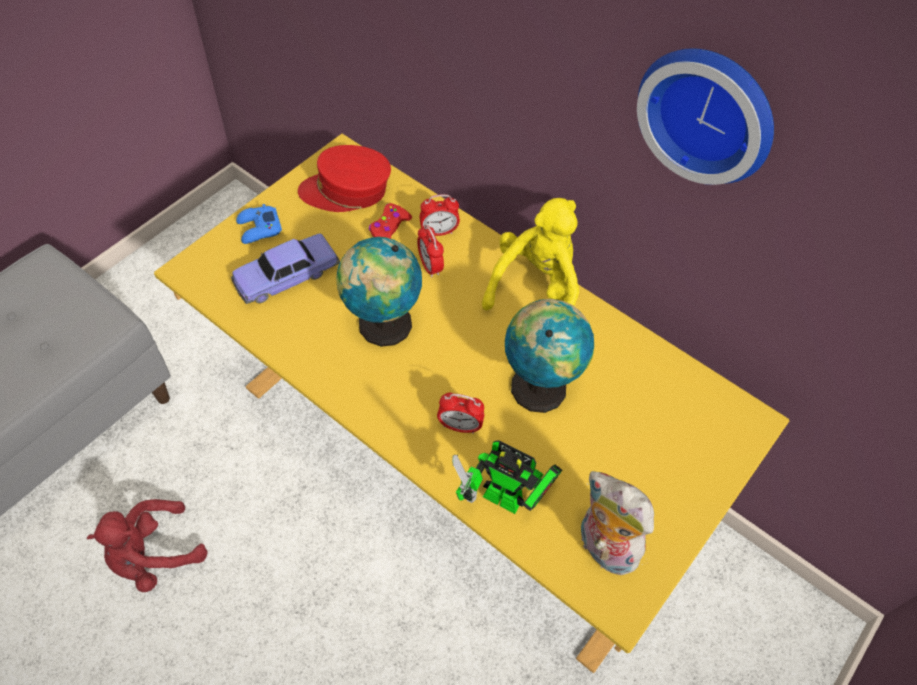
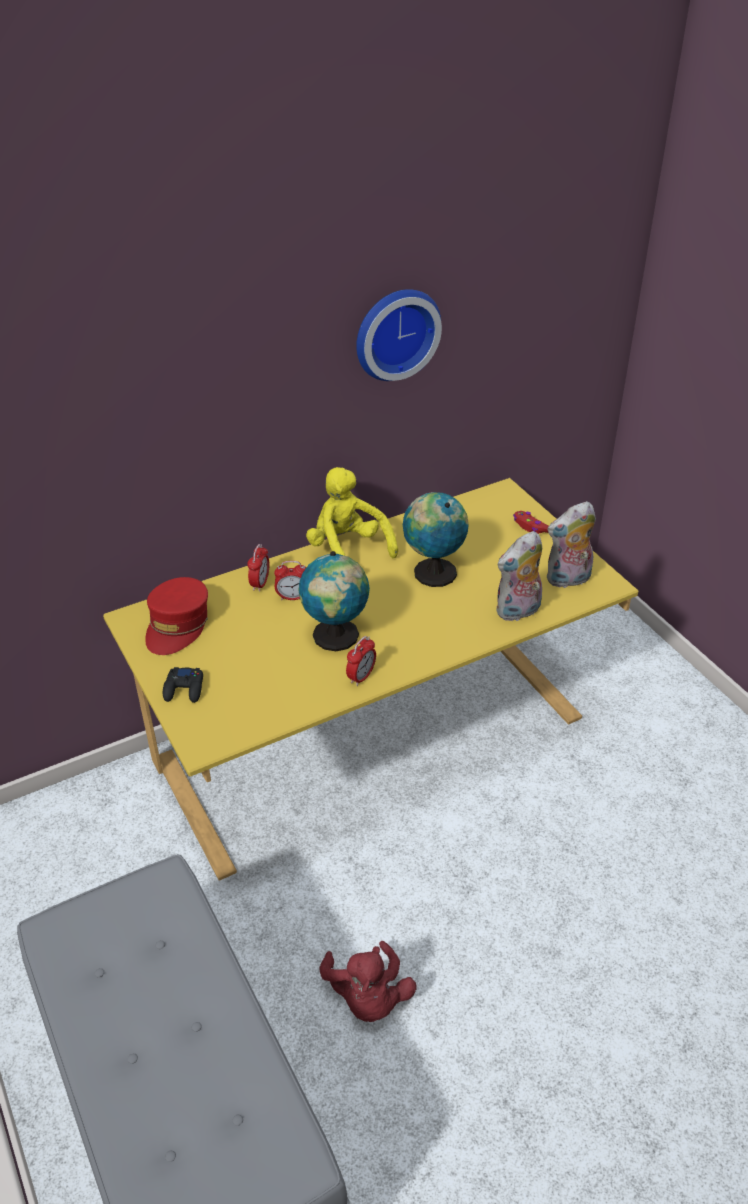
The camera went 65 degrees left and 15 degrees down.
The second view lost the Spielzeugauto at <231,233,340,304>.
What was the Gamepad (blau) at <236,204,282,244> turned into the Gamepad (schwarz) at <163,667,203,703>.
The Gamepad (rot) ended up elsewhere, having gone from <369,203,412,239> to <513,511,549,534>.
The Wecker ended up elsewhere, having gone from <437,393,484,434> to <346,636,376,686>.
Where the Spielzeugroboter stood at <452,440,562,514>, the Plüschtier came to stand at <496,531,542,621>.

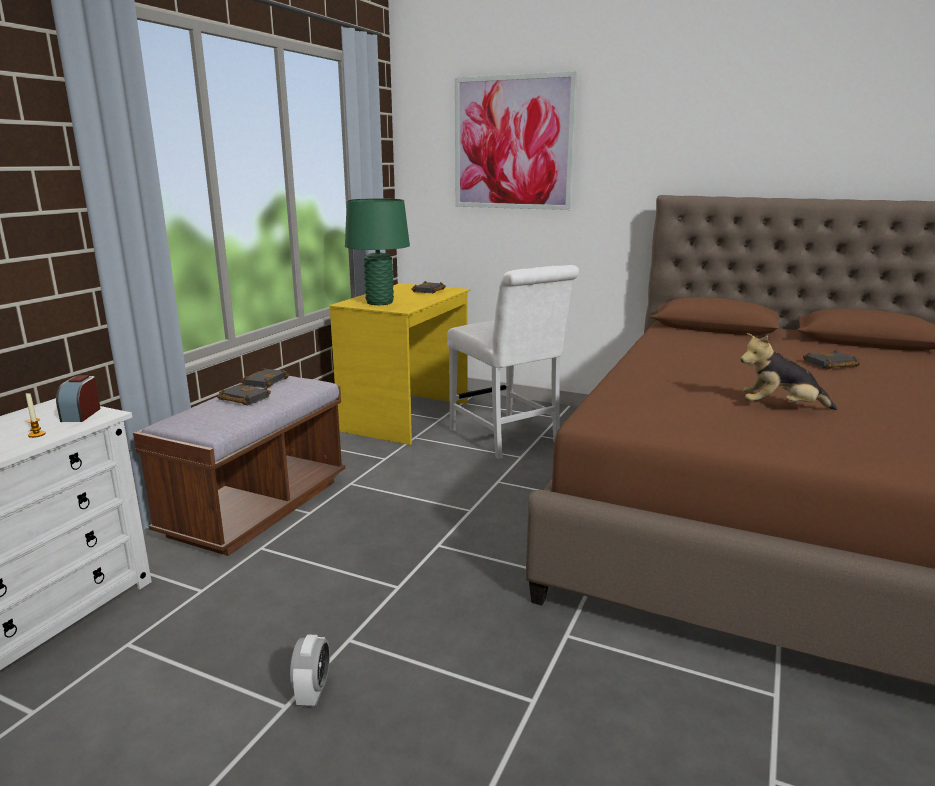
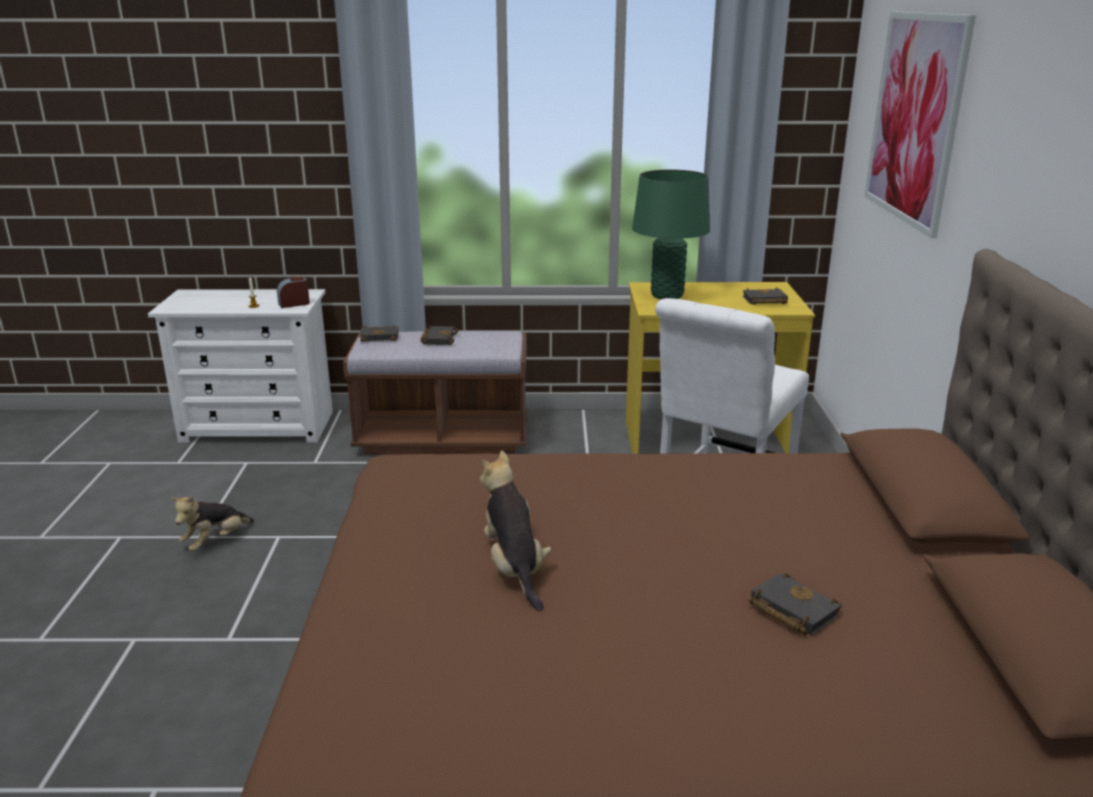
The camera went 65 degrees right and 5 degrees up.
The Buch (schwarz) ended up elsewhere, having gone from <241,368,289,388> to <360,325,398,342>.
Where the Wecker stood at <290,634,330,706>, the Plüschtier came to stand at <170,496,254,551>.

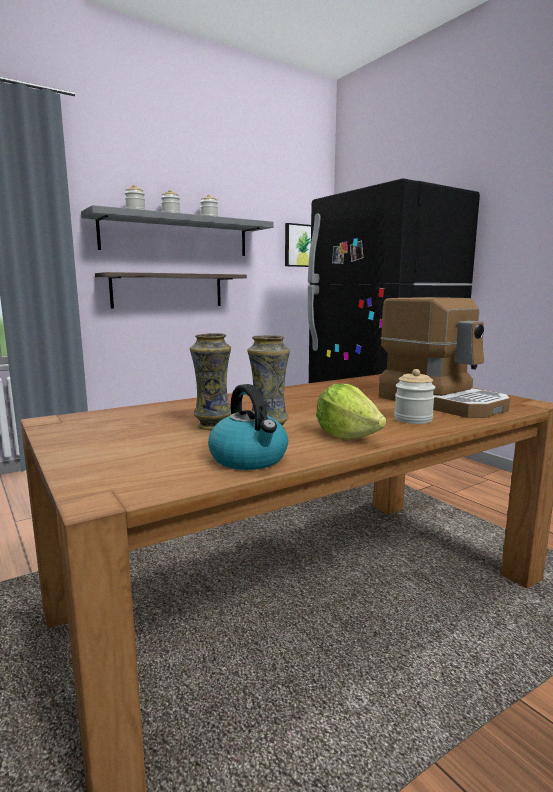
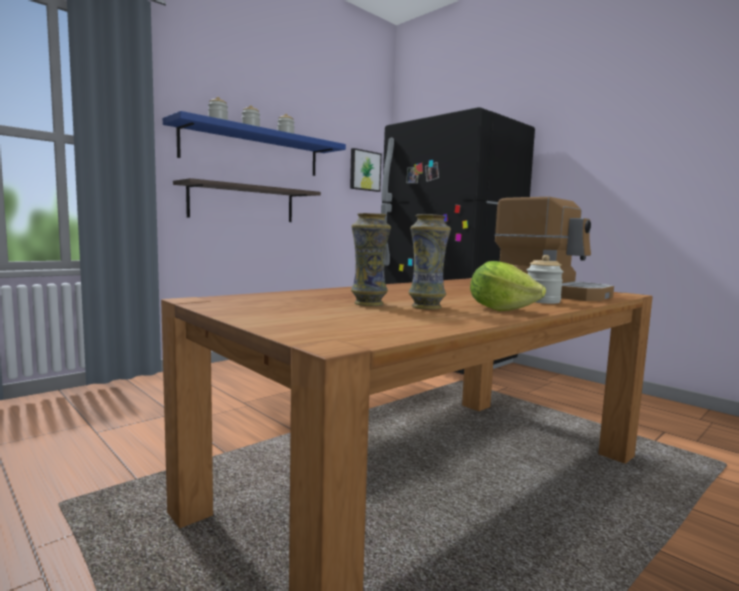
The camera went 10 degrees left and 5 degrees down.
What was the Wandregal (grau) at <81,205,274,256> turned into the Wandregal (blau) at <163,111,346,176>.
The second view lost the Wasserkessel at <208,384,288,470>.

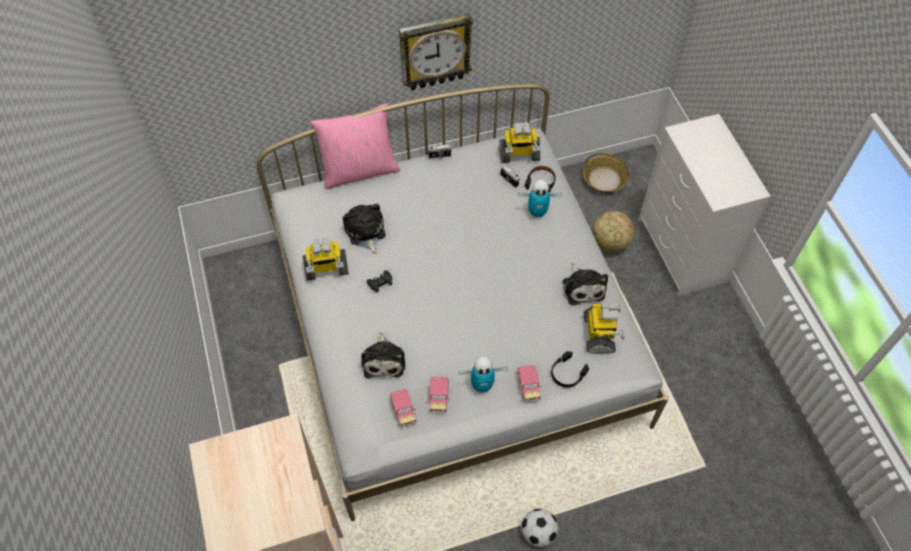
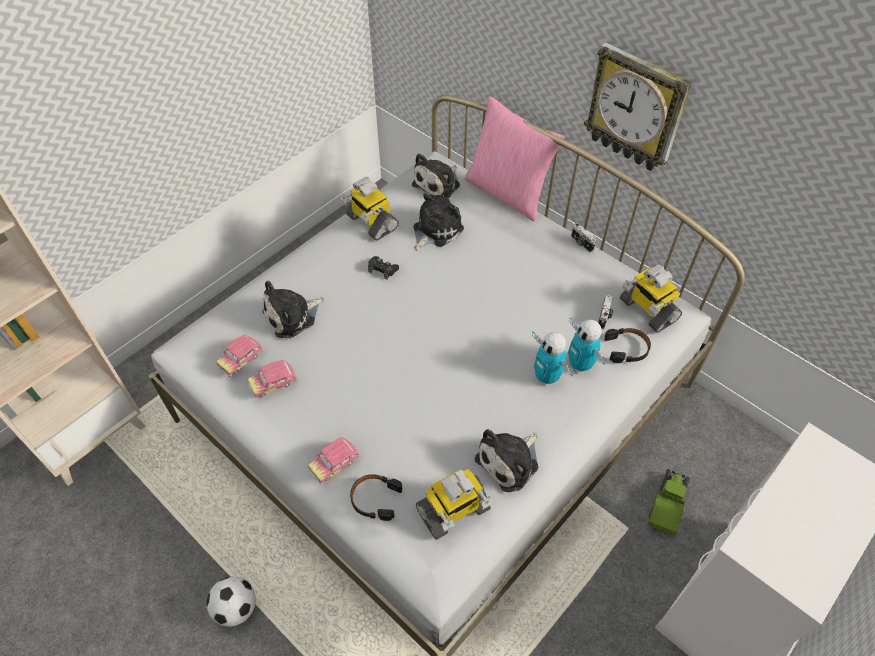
The camera went 60 degrees right and 5 degrees down.
The Spielzeugroboter ended up elsewhere, having gone from <459,356,508,392> to <532,332,574,386>.
The second view lost the Korb at <583,153,629,193>.
Where the Globus stood at <591,211,634,253>, the Spielzeuglaster came to stand at <648,469,690,535>.
The second view gained the Plüschtier at <412,153,460,199>.

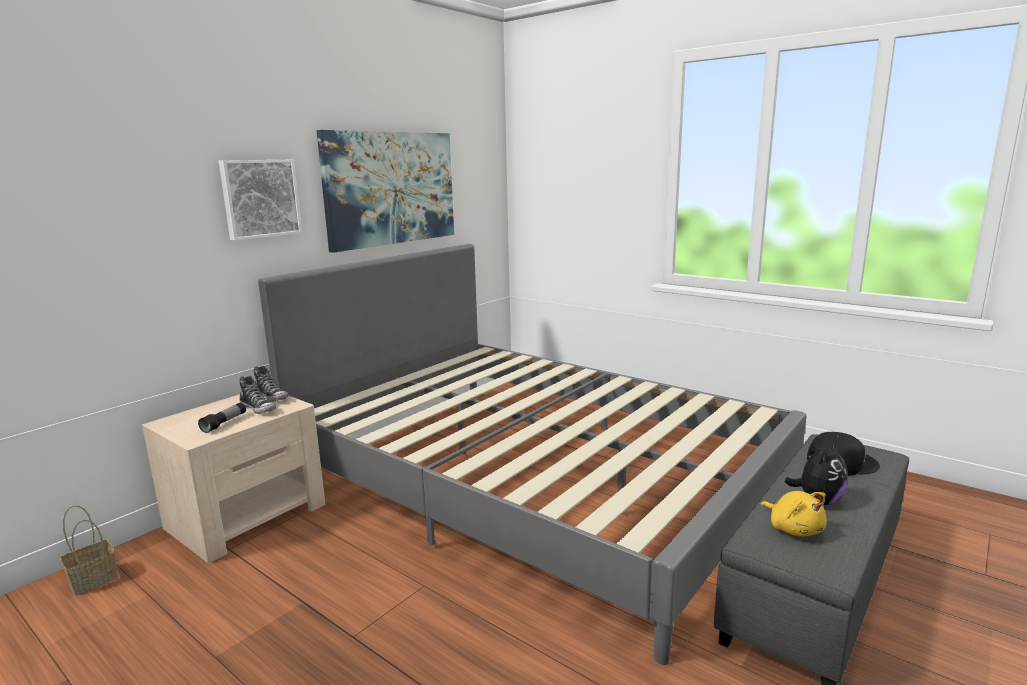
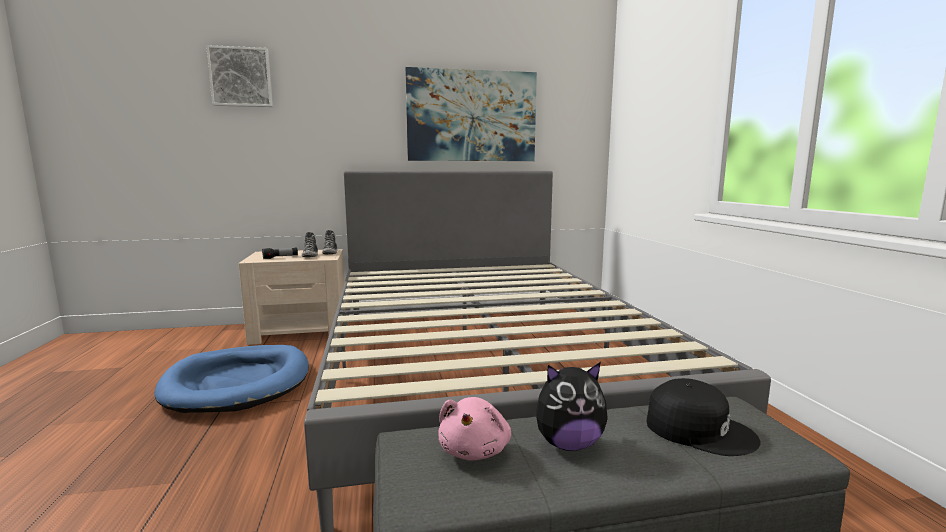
The camera went 40 degrees right and 5 degrees down.
The second view lost the Korb at <60,505,118,595>.
The Bild ended up elsewhere, having gone from <219,160,302,241> to <206,45,273,107>.
What was the Plüschtier (gelb) at <760,491,827,536> turned into the Plüschtier (rosa) at <438,397,511,460>.
The second view gained the Hundebett (blau) at <154,345,309,413>.

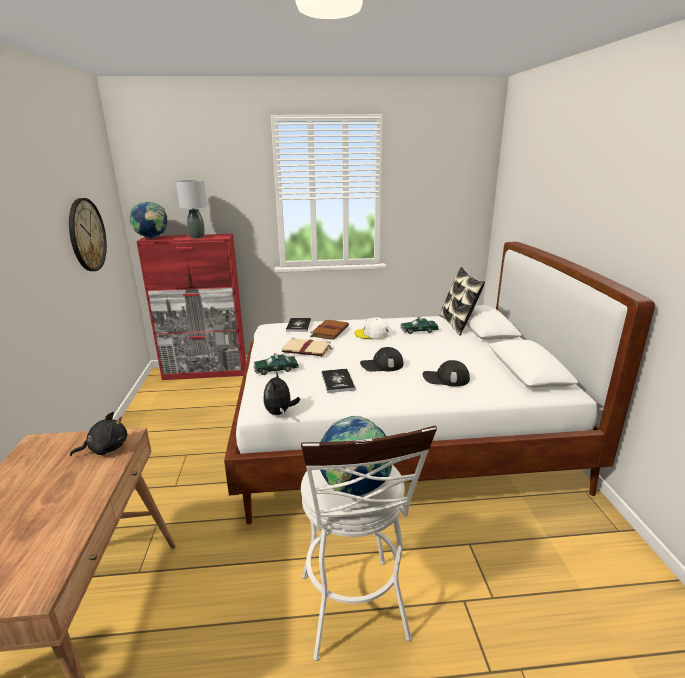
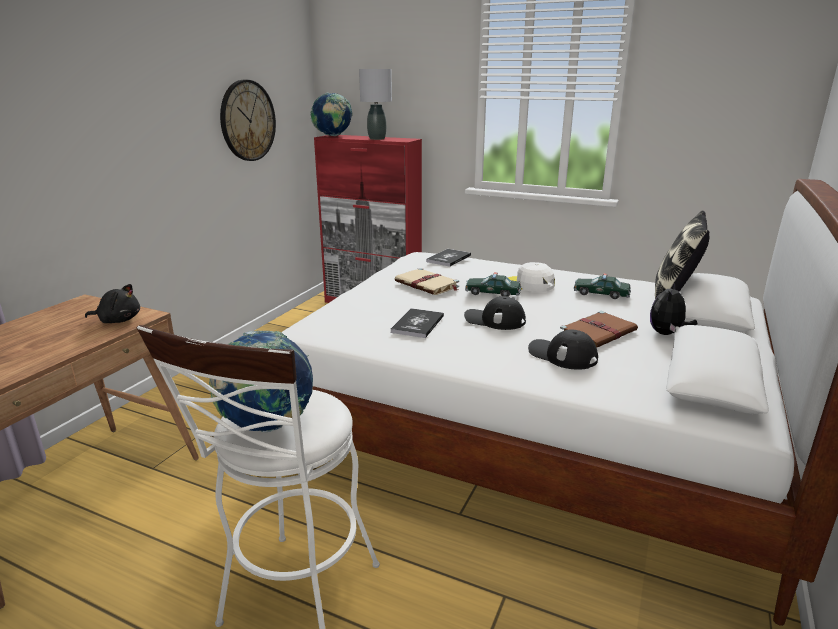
The camera went 30 degrees right and 0 degrees up.
The Spielzeugauto ended up elsewhere, having gone from <254,353,299,375> to <465,272,521,297>.
The Plüschtier ended up elsewhere, having gone from <263,371,300,415> to <650,282,697,335>.
The Buch (braun) ended up elsewhere, having gone from <310,319,349,340> to <559,311,638,348>.

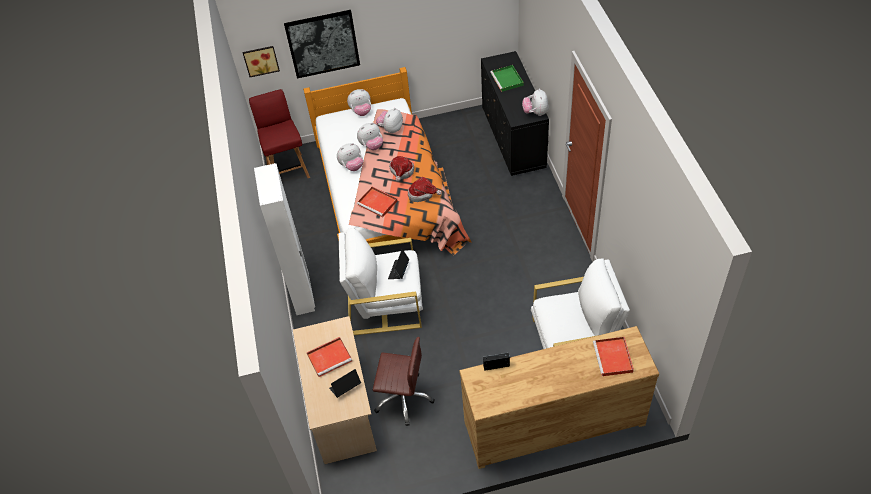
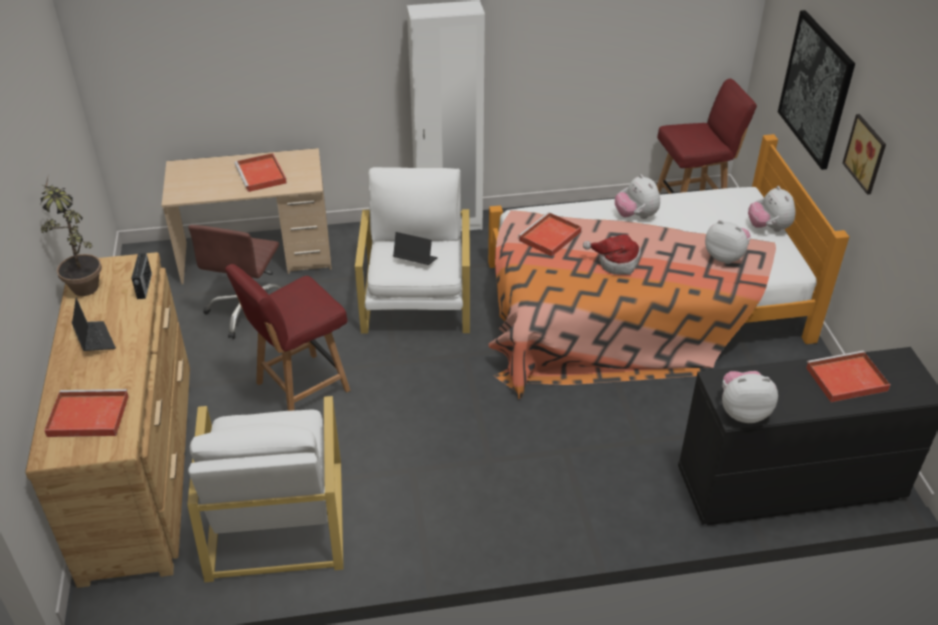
The camera went 90 degrees right and 10 degrees down.
The Bild ended up elsewhere, having gone from <242,46,280,77> to <843,114,886,195>.
The Laptop ended up elsewhere, having gone from <329,369,361,398> to <72,298,116,351>.
The second view lost the Plüschtier at <357,123,383,150>.
The second view lost the Hut at <408,177,442,202>.
What was the Tablett (grün) at <490,65,524,92> turned into the Tablett (rot) at <806,350,890,402>.
The second view gained the Topfpflanze at <40,178,102,296>.
The second view gained the Stuhl (rot) at <225,264,350,411>.

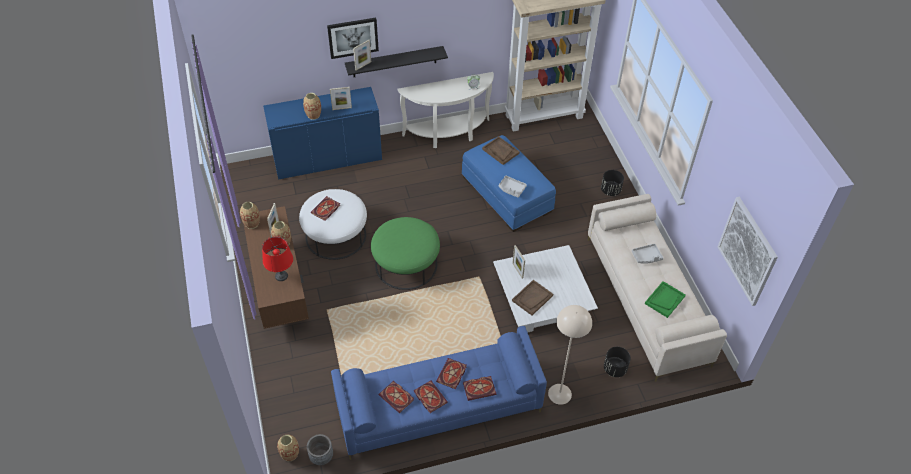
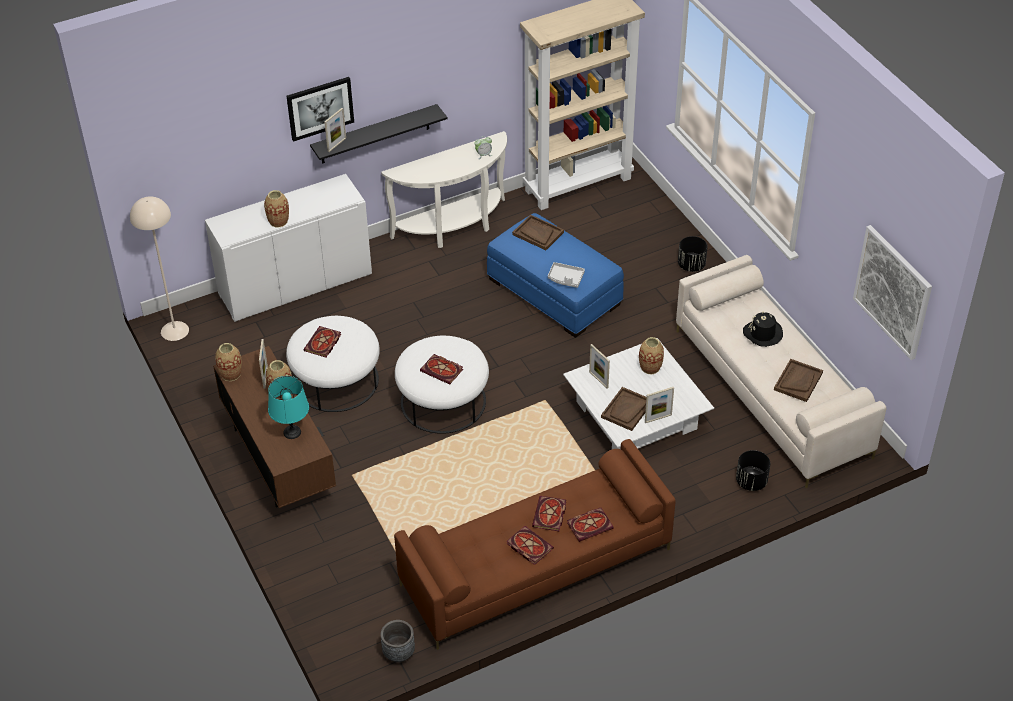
The camera went 10 degrees left and 5 degrees down.
What was the Tischlampe (rot) at <262,236,293,281> turned into the Tischlampe (türkis) at <268,376,309,439>.
What was the Schrank (blau) at <263,87,382,180> turned into the Schrank (weiß) at <205,174,372,322>.
The Vase ended up elsewhere, having gone from <277,435,299,461> to <639,337,664,375>.
The Bilderrahmen ended up elsewhere, having gone from <330,87,352,110> to <645,387,674,423>.
What was the Sofa (blau) at <331,326,547,460> turned into the Sofa (braun) at <394,439,676,650>.
What was the Polsterhocker (grün) at <371,217,440,290> turned into the Polsterhocker (weiß) at <395,336,489,434>.
The Buch ended up elsewhere, having gone from <379,381,414,413> to <420,354,463,384>.
The Stehlampe (beige) ended up elsewhere, having gone from <548,305,592,405> to <130,196,189,341>.
Where the Tablett (grau) stood at <632,244,663,264>, the Hut (schwarz) came to stand at <743,311,783,347>.
What was the Tablett (grün) at <645,281,686,318> turned into the Tablett (braun) at <774,359,823,402>.

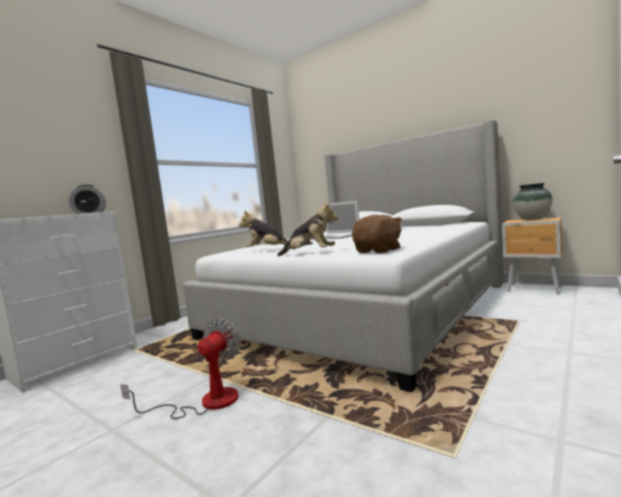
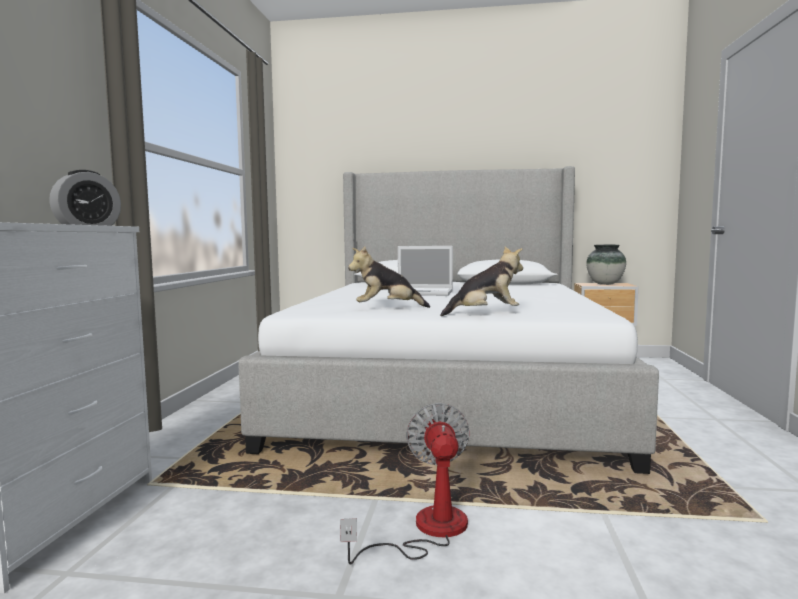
The camera went 30 degrees left and 0 degrees up.
The second view lost the Plüschtier (braun) at <352,215,402,253>.

